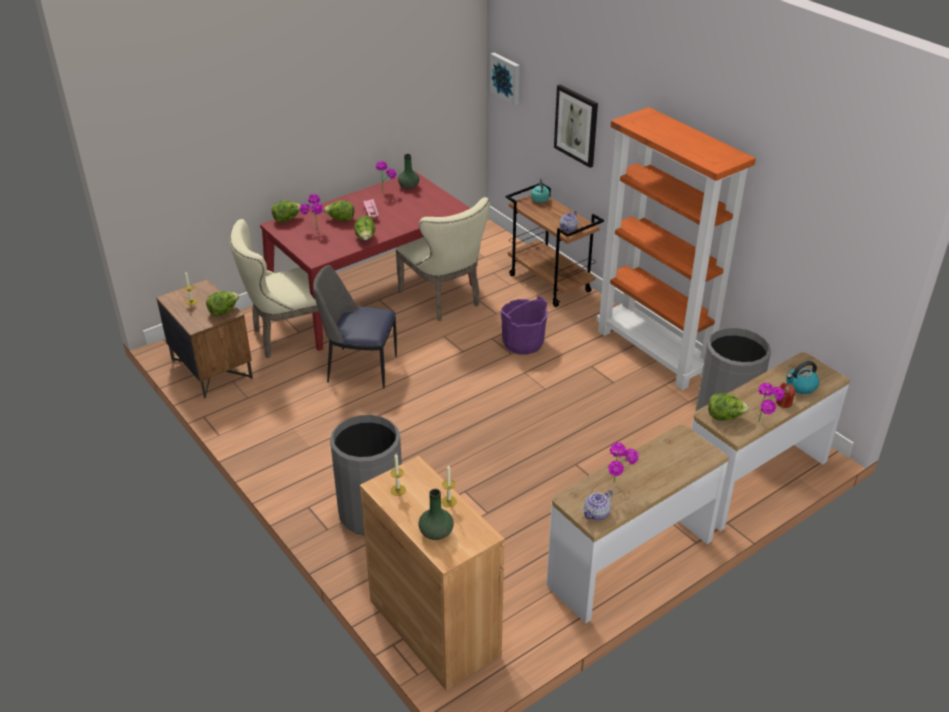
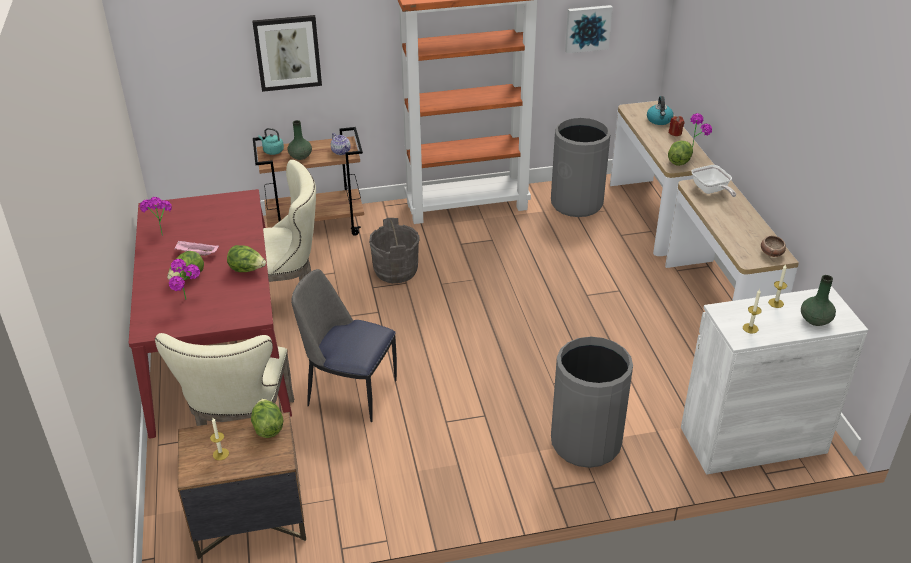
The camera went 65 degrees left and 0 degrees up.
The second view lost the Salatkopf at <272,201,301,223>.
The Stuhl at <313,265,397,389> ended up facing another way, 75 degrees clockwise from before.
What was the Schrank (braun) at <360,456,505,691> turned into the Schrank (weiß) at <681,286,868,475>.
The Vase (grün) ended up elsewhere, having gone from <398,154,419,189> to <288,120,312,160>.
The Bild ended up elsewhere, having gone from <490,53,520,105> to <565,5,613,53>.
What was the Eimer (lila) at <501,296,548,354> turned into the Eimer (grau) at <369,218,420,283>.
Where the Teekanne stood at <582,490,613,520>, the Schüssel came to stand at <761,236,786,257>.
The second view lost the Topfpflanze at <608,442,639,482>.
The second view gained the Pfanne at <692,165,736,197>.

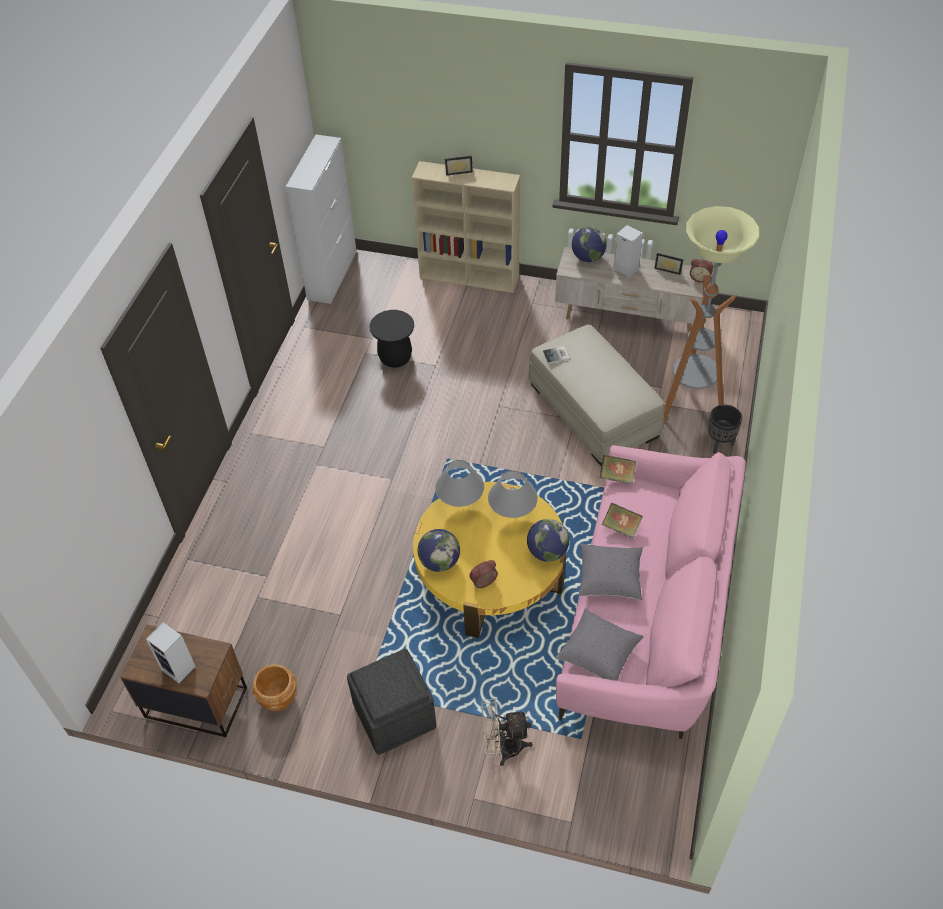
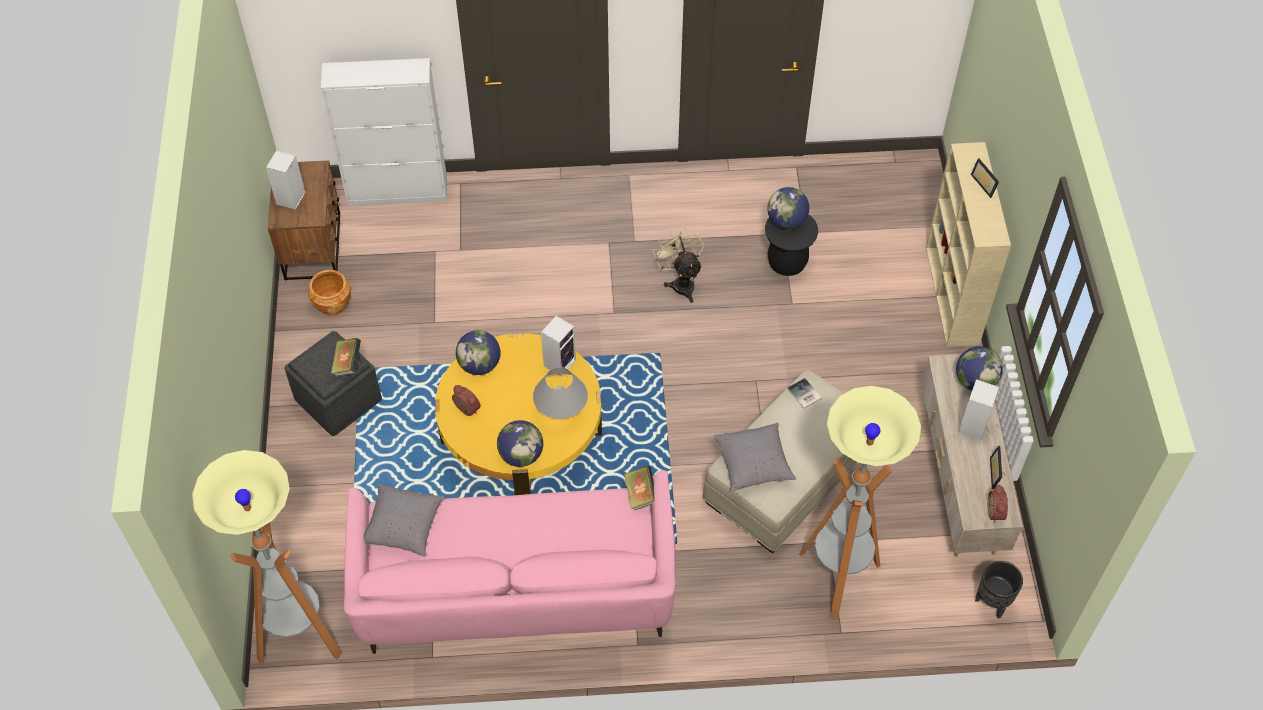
The camera went 70 degrees right and 5 degrees up.
The Schrank (weiß) ended up elsewhere, having gone from <286,135,357,304> to <321,58,447,206>.
Where the Tischlampe (grau) stood at <435,460,484,507>, the Lautsprecher came to stand at <541,316,576,377>.
The Ventilator (beige) ended up elsewhere, having gone from <481,698,533,766> to <653,227,704,303>.
The Kissen (grau) ended up elsewhere, having gone from <578,543,643,600> to <714,423,796,492>.
The Buch ended up elsewhere, having gone from <602,503,643,538> to <331,338,361,377>.
The Pflanzkübel (schwarz) ended up elsewhere, having gone from <708,405,742,454> to <975,561,1023,619>.
The second view gained the Stehlampe at <192,450,342,664>.
The second view gained the Globus at <767,187,809,229>.

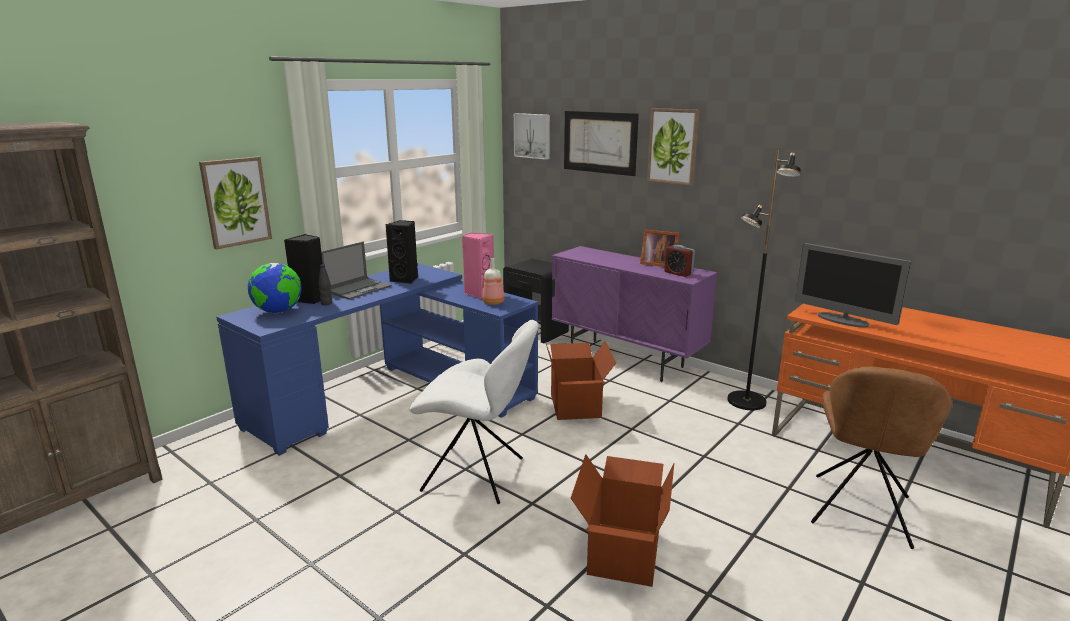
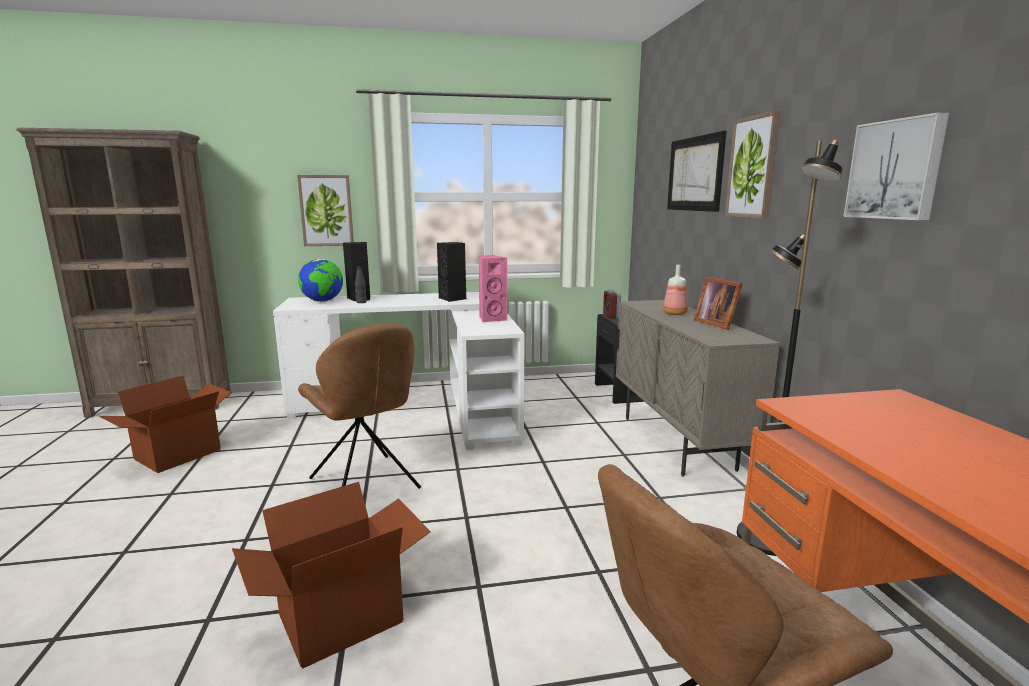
The camera went 40 degrees right and 5 degrees down.
What was the Schreibtisch (blau) at <216,263,538,456> turned into the Schreibtisch (weiß) at <273,292,525,450>.
The second view lost the Laptop at <321,242,392,300>.
What was the Stuhl (weiß) at <410,320,539,504> turned into the Stuhl (braun) at <298,324,421,489>.
The Flasche ended up elsewhere, having gone from <482,258,505,305> to <663,265,688,315>.
The Bild ended up elsewhere, having gone from <514,113,550,160> to <843,112,949,220>.
The Karton ended up elsewhere, having gone from <545,341,616,420> to <99,376,232,473>.
What was the Schrank (lila) at <552,246,717,382> turned into the Schrank (beige) at <614,300,780,477>.
The Wecker ended up elsewhere, having gone from <664,245,695,277> to <603,289,621,318>.
The second view lost the Monitor at <795,243,912,328>.

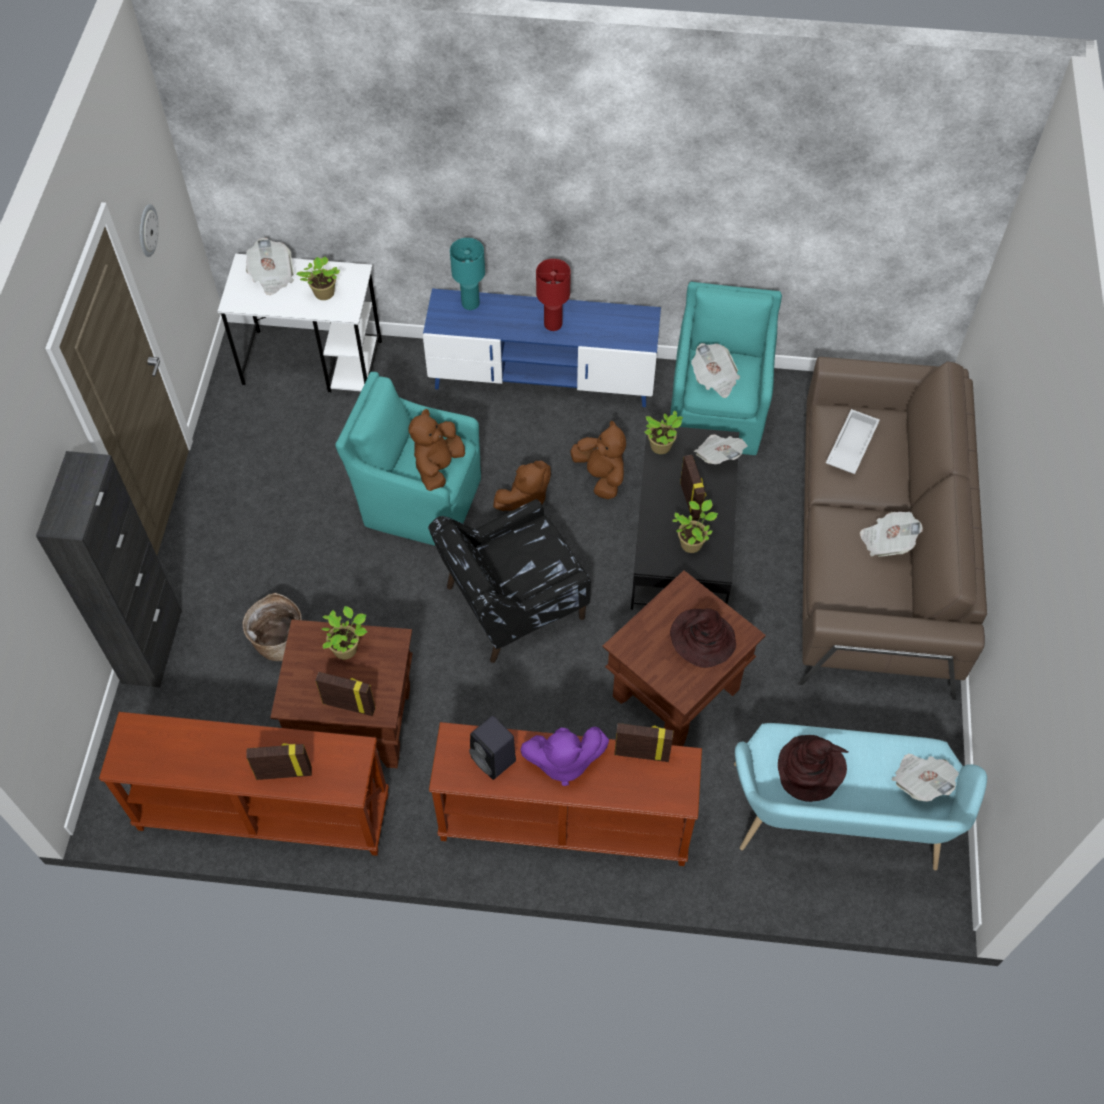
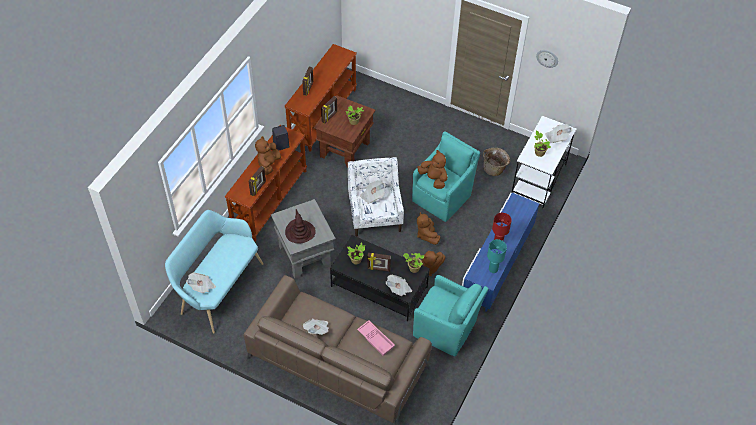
The camera went 110 degrees right and 5 degrees down.
The second view lost the Schrank (schwarz) at <36,451,182,688>.
The Korb ended up elsewhere, having gone from <243,593,302,661> to <483,148,510,176>.
What was the Sessel (schwarz) at <428,499,591,663> turned into the Sessel (weiß) at <348,157,404,236>.
The Tischlampe (türkis) ended up elsewhere, having gone from <450,238,485,310> to <487,239,507,273>.
What was the Plüschtier (lila) at <521,726,609,786> turned into the Plüschtier (braun) at <255,136,281,175>.
What was the Beistelltisch (braun) at <603,570,766,746> turned into the Beistelltisch (grau) at <271,199,336,279>.
The Zeitung ended up elsewhere, having gone from <691,343,740,398> to <360,180,385,204>.
The second view lost the Hut (braun) at <778,735,849,802>.
What was the Tablett (weiß) at <826,409,880,474> turned into the Tablett (rosa) at <357,320,395,356>.

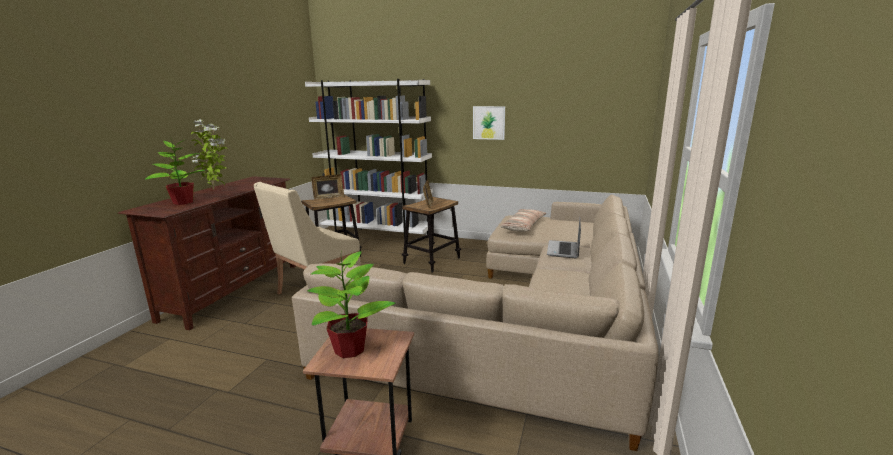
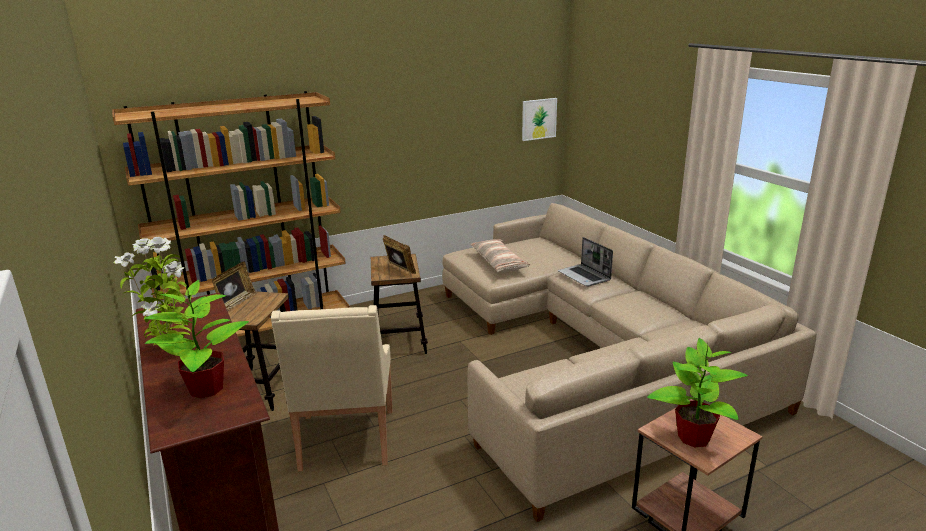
The camera went 45 degrees left and 5 degrees up.
What was the Bücherregal (weiß) at <305,79,433,239> turned into the Bücherregal (braun) at <112,91,350,337>.
The Bild ended up elsewhere, having gone from <473,106,505,140> to <522,98,557,141>.

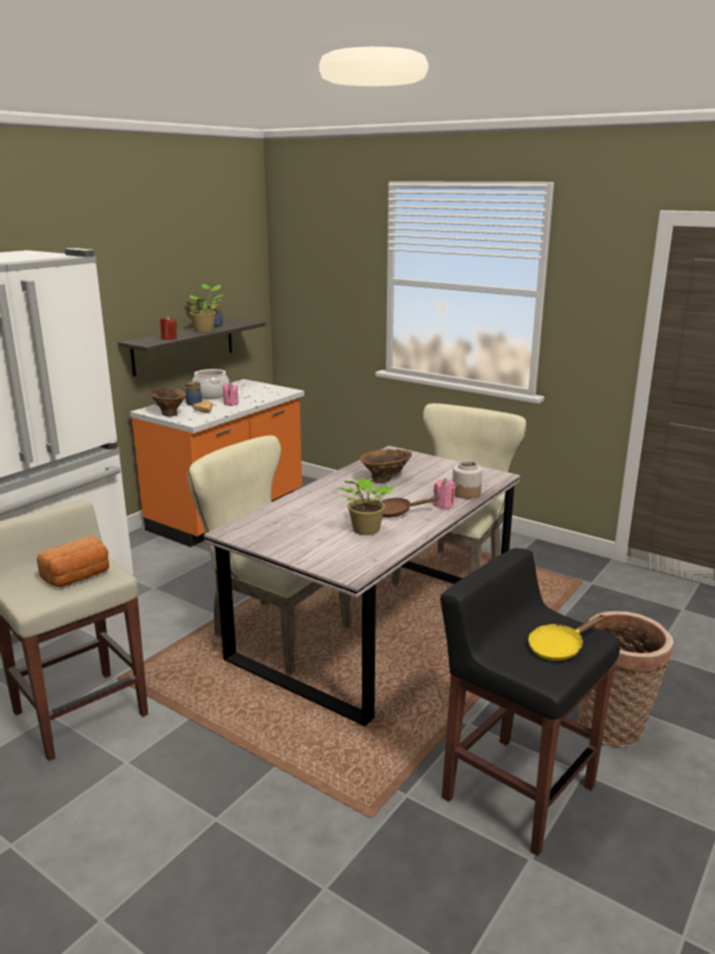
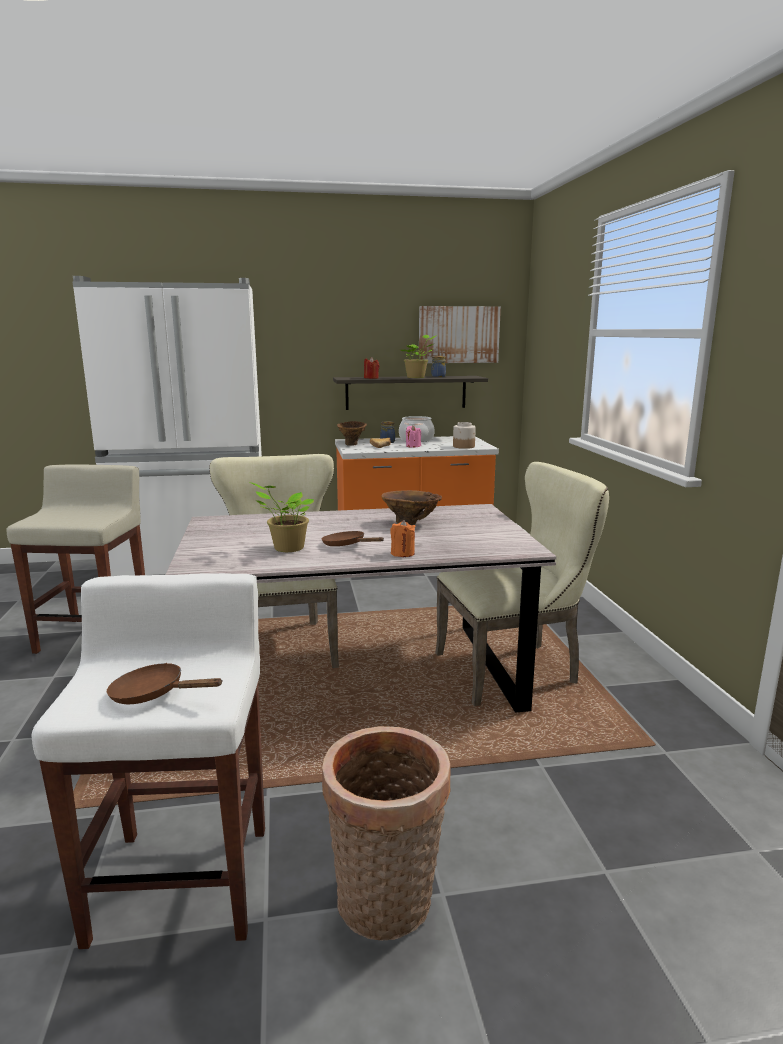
The camera went 45 degrees right and 5 degrees down.
The second view lost the Brot at <37,536,109,587>.
What was the Kerze (rosa) at <433,478,456,509> turned into the Kerze (orange) at <390,520,415,557>.
What was the Hocker (schwarz) at <440,548,620,856> turned into the Hocker (weiß) at <32,573,265,949>.
The Vorratsglas ended up elsewhere, having gone from <452,461,482,499> to <453,422,476,449>.
What was the Pfanne (gelb) at <528,615,606,661> turned into the Pfanne (braun) at <107,663,223,704>.
The second view gained the Bild at <419,306,501,363>.

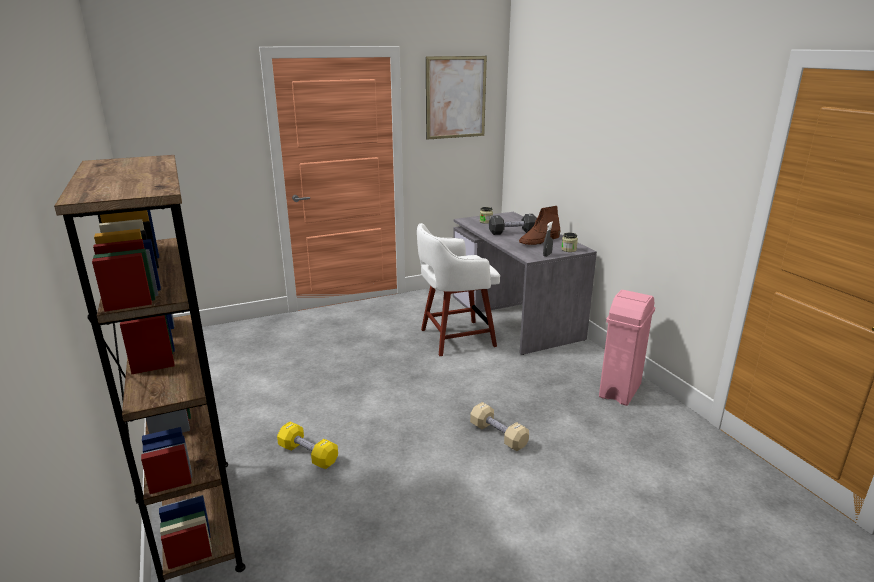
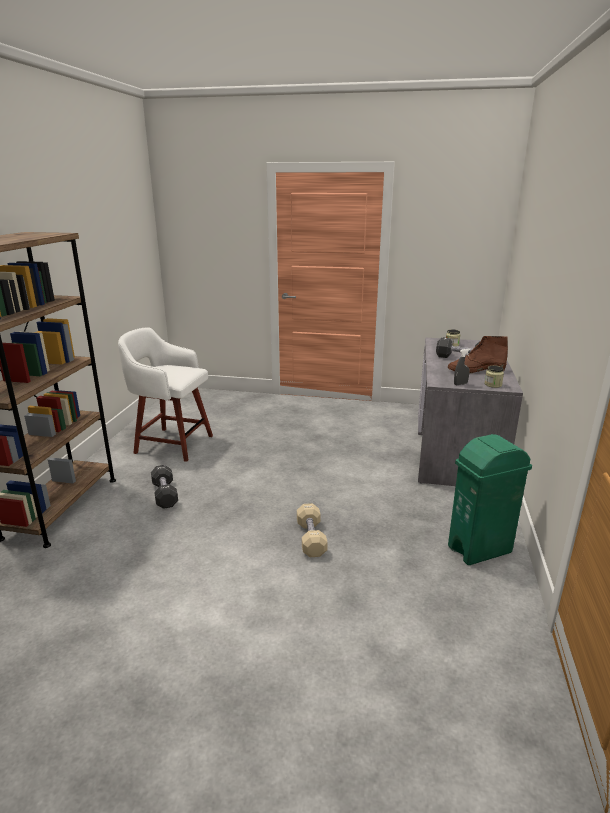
The camera went 35 degrees right and 0 degrees up.
What was the Hantel (gelb) at <277,422,338,469> turned into the Hantel (schwarz) at <151,465,178,509>.
The Hocker (weiß) ended up elsewhere, having gone from <417,223,500,356> to <118,327,213,462>.
The second view lost the Bild at <426,56,487,140>.
What was the Mülleimer (rosa) at <599,290,655,406> turned into the Mülleimer (grün) at <448,434,532,565>.

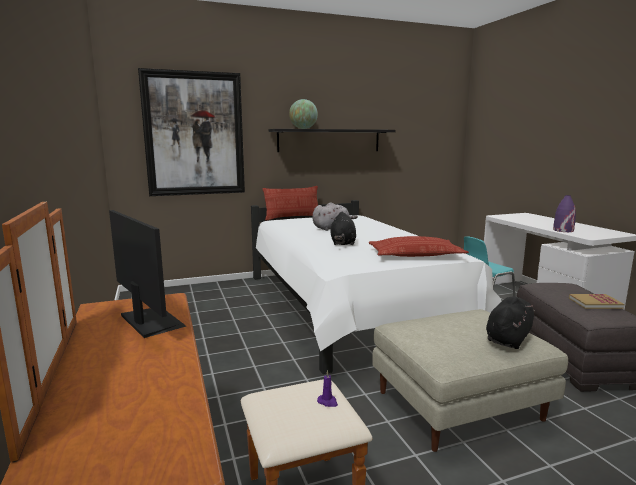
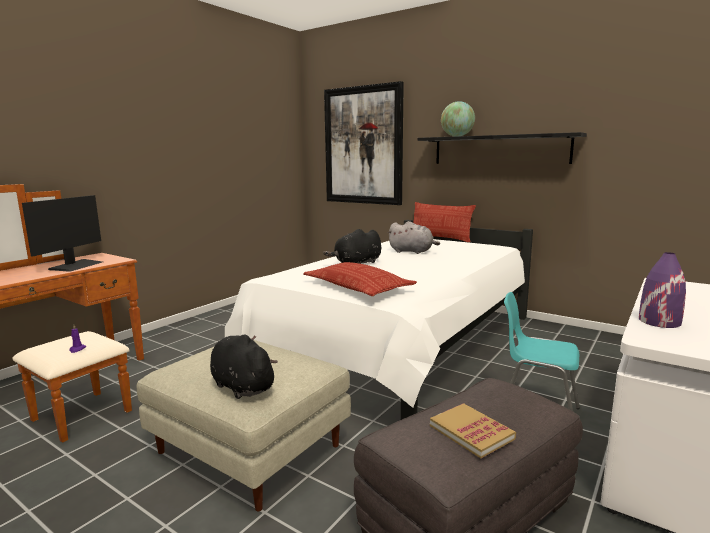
The camera went 55 degrees right and 0 degrees up.
The Plüschtier (schwarz) at <486,297,535,349> ended up facing another way, 135 degrees counterclockwise from before.

